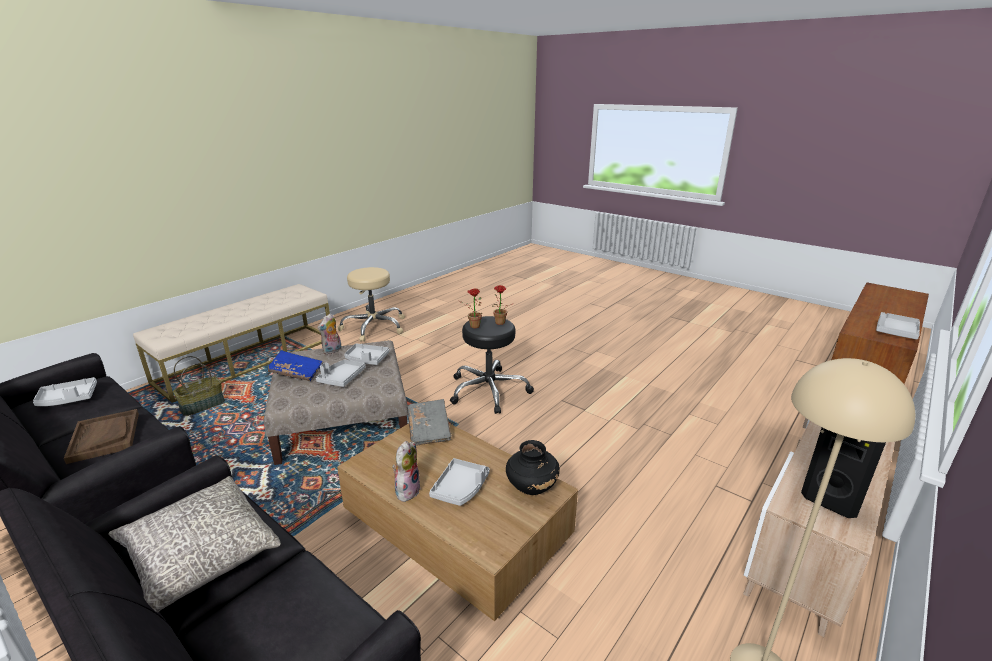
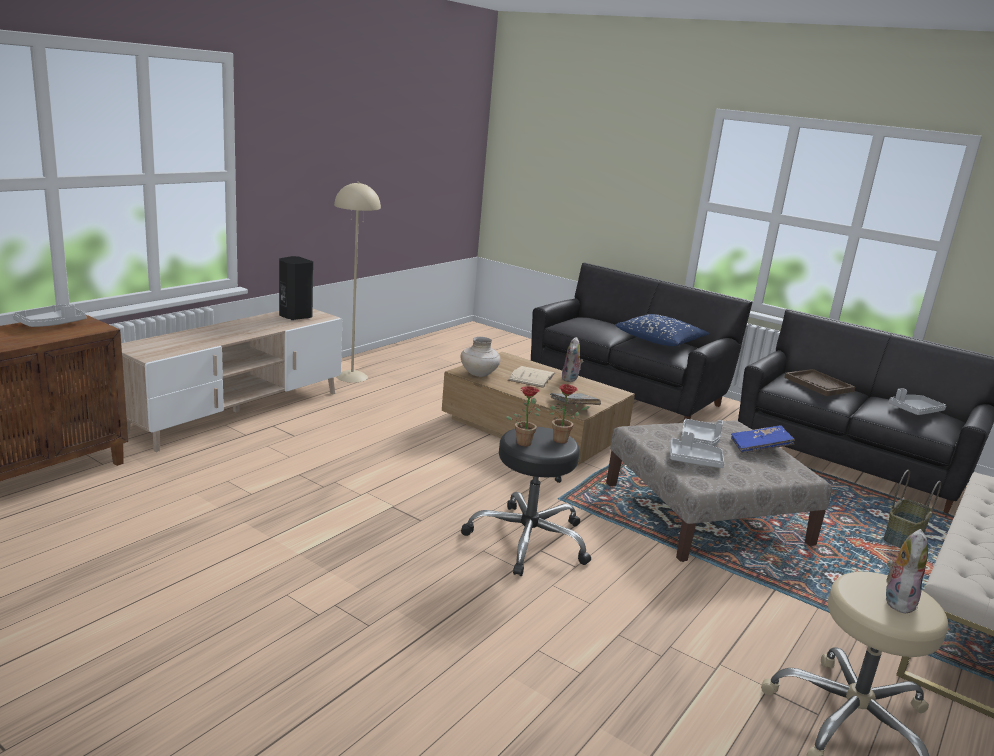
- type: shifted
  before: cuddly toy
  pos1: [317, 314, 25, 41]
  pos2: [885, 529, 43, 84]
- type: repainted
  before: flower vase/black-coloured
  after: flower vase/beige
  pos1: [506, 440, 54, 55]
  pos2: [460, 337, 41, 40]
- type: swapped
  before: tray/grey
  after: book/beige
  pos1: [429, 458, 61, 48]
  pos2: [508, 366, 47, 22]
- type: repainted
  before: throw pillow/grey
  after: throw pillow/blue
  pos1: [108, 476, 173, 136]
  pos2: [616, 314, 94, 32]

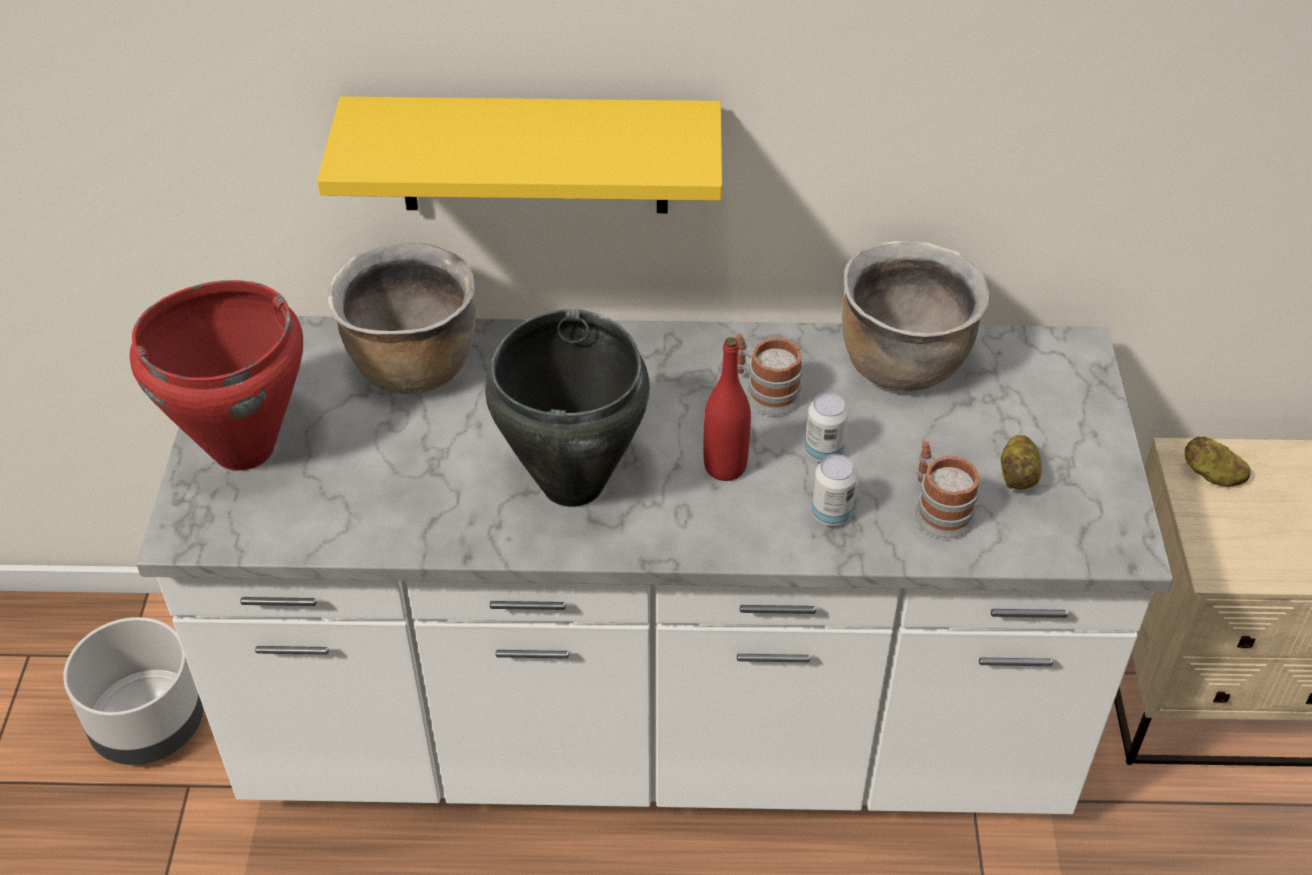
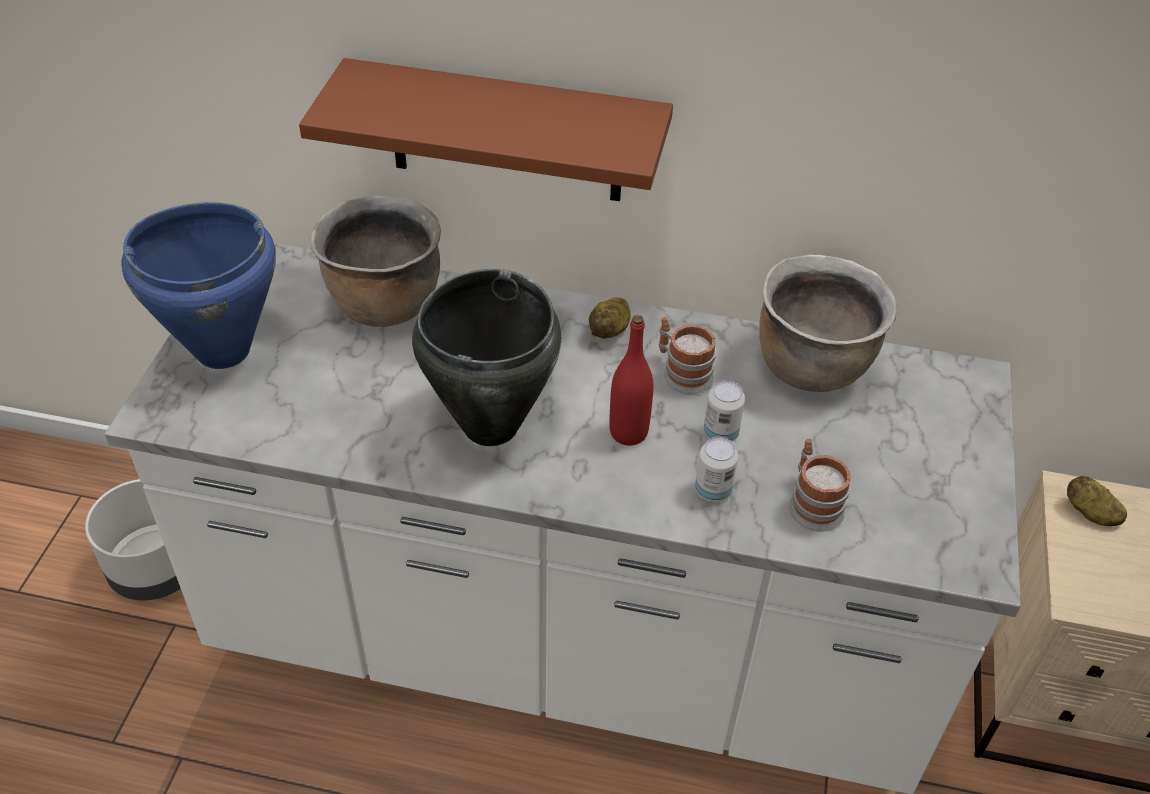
- type: repainted
  before: bracket shelf/yellowish
  after: bracket shelf/brown-coloured
  pos1: [317, 97, 405, 116]
  pos2: [299, 58, 374, 143]
- type: repainted
  before: stockpot/red
  after: stockpot/blue
  pos1: [130, 280, 173, 191]
  pos2: [121, 202, 155, 167]
- type: shifted
  before: whole potato
  pos1: [1001, 435, 41, 55]
  pos2: [589, 297, 41, 42]

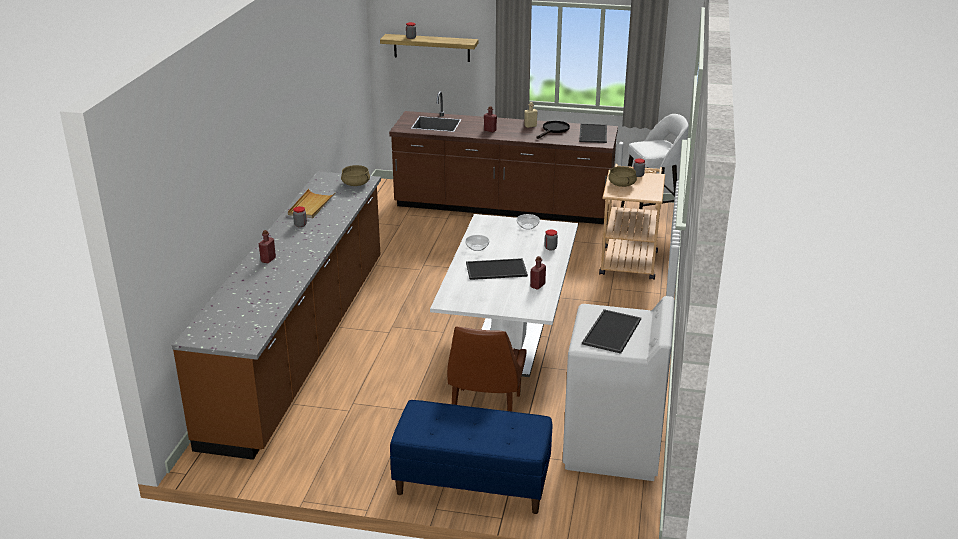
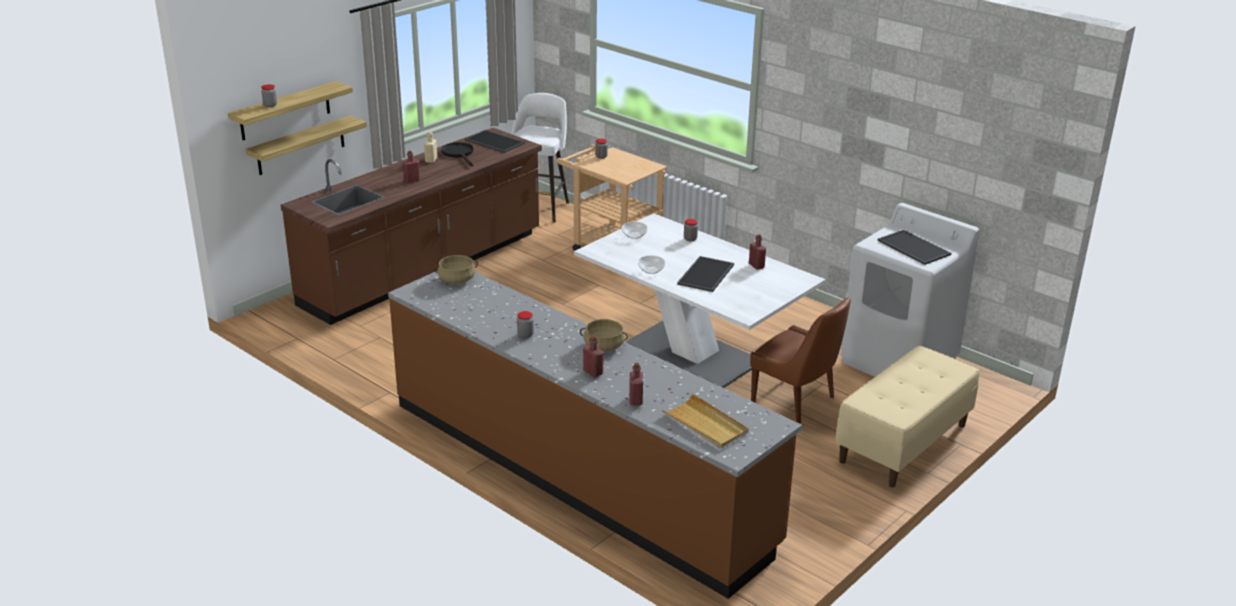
- type: shifted
  before: stockpot/beige
  pos1: [608, 166, 29, 21]
  pos2: [580, 319, 48, 32]
- type: shifted
  before: tray/beige
  pos1: [288, 189, 48, 29]
  pos2: [662, 393, 87, 56]
- type: repainted
  before: indoor bench/blue
  after: indoor bench/beige
  pos1: [390, 400, 162, 114]
  pos2: [835, 345, 144, 142]
- type: new
  after: bracket shelf
  pos2: [245, 115, 122, 60]
- type: new
  after: bottle/red
  pos2: [629, 363, 14, 43]

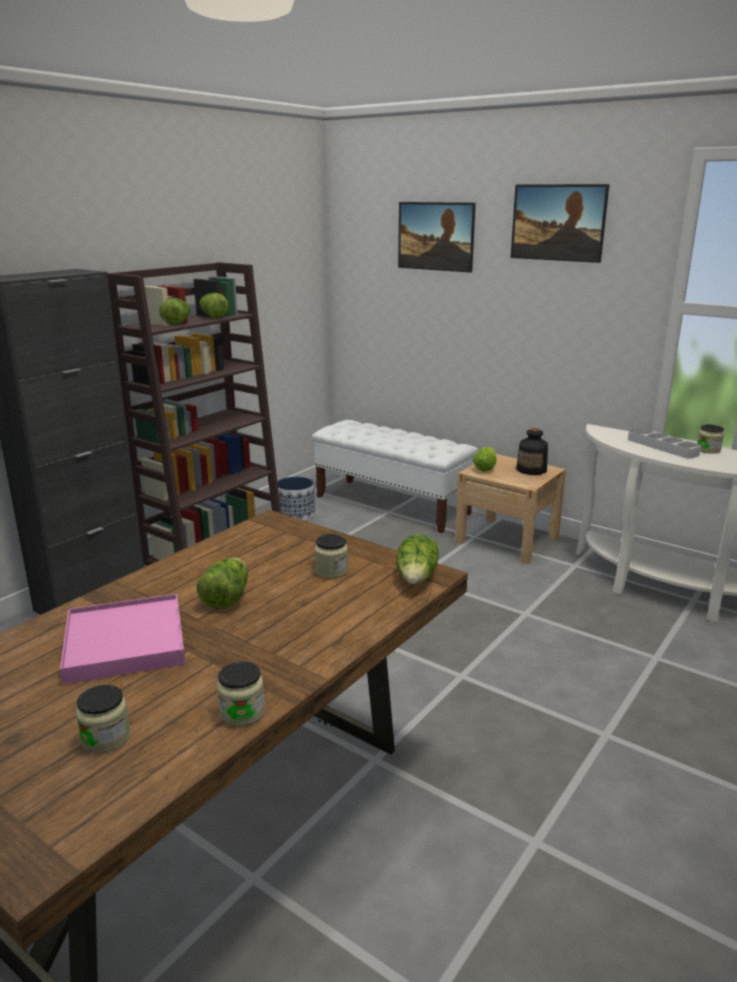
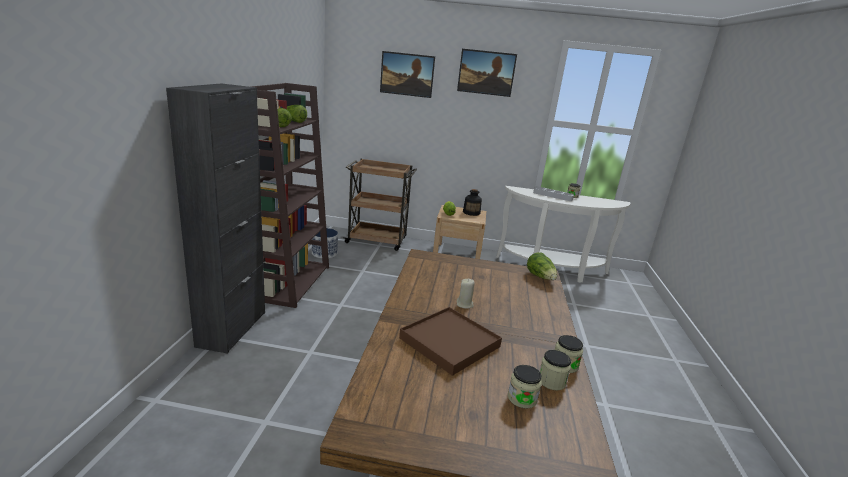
- type: swapped
  before: indoor bench/whitish
  after: wheeled cart/brown-coloured
  pos1: [312, 420, 166, 113]
  pos2: [343, 159, 74, 92]
- type: shifted
  before: jar
  pos1: [315, 534, 33, 44]
  pos2: [540, 350, 31, 40]
- type: swapped
  before: head of lettuce
  after: candle/beige
  pos1: [196, 558, 52, 51]
  pos2: [457, 279, 18, 30]
- type: repainted
  before: tray/pink-coloured
  after: tray/brown-coloured
  pos1: [60, 594, 125, 90]
  pos2: [399, 307, 103, 69]

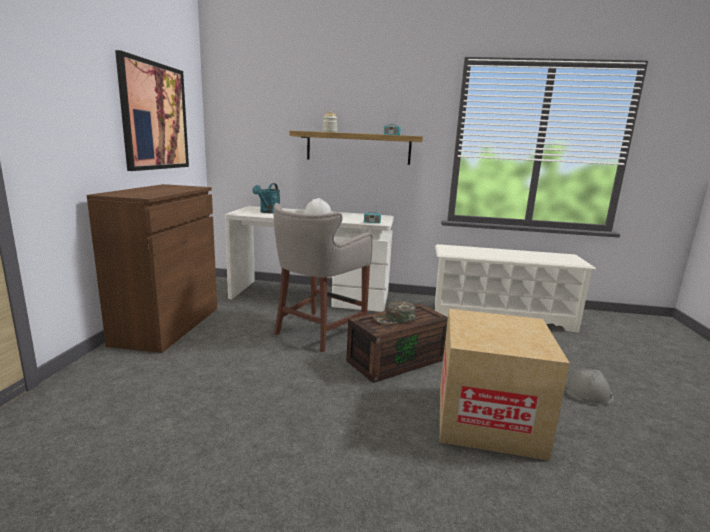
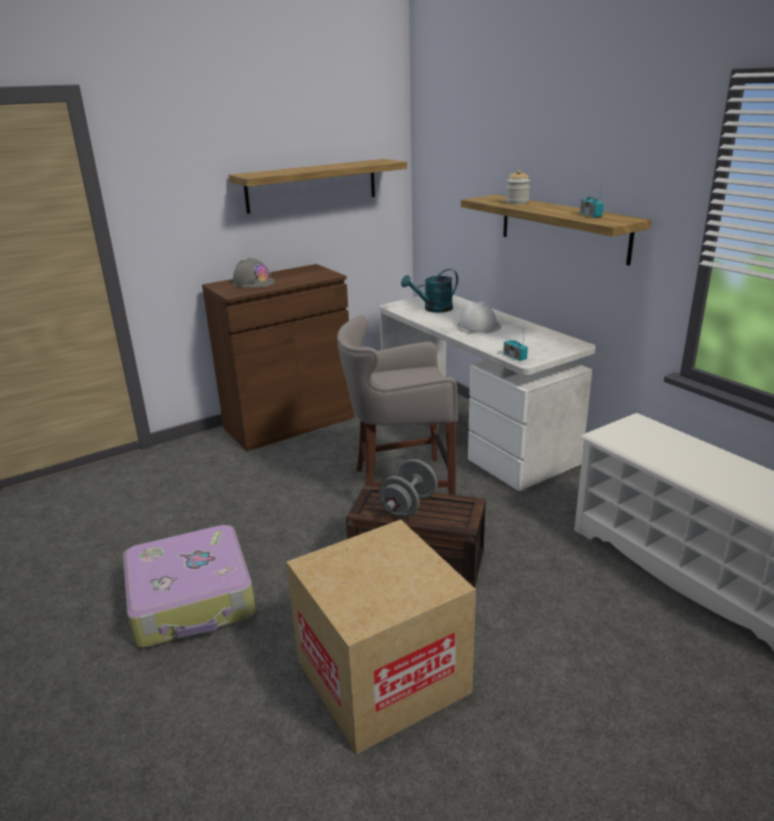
- type: swapped
  before: wall art
  after: bracket shelf
  pos1: [115, 50, 74, 121]
  pos2: [228, 159, 179, 55]
- type: swapped
  before: cap/green
  after: dumbbell/grey
  pos1: [373, 301, 43, 23]
  pos2: [379, 459, 59, 58]
- type: shifted
  before: work helmet/grey
  pos1: [565, 370, 49, 35]
  pos2: [232, 257, 43, 31]
- type: new
  after: travel case
  pos2: [123, 525, 133, 123]

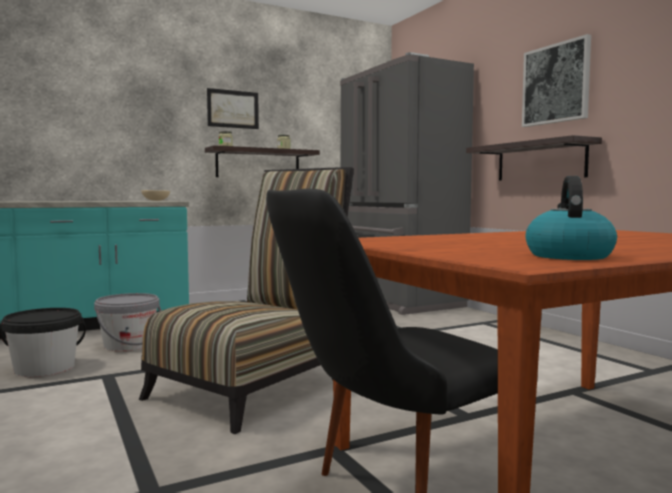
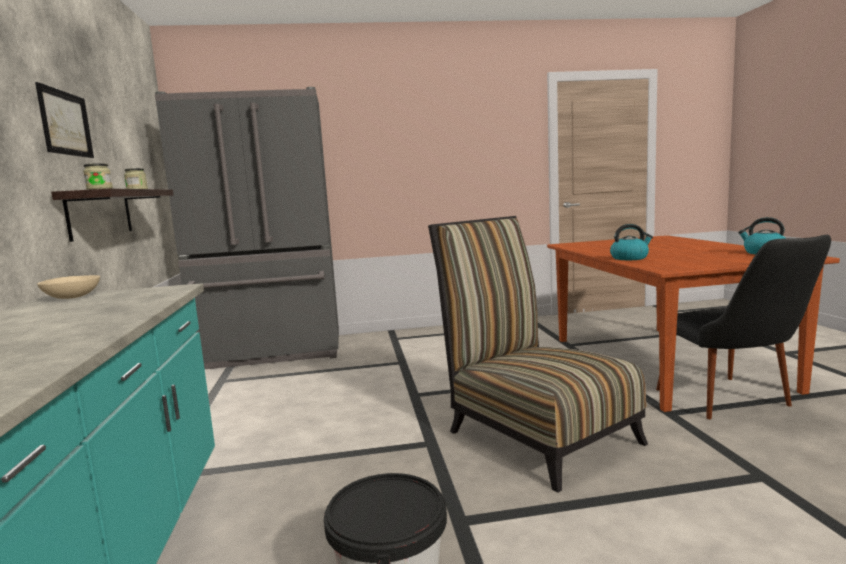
- type: gone
  before: wall art
  pos1: [522, 34, 69, 93]
- type: gone
  before: bracket shelf
  pos1: [466, 135, 136, 46]
- type: gone
  before: water bucket/grey
  pos1: [94, 293, 68, 58]
- type: new
  after: tea kettle
  pos2: [610, 224, 43, 36]

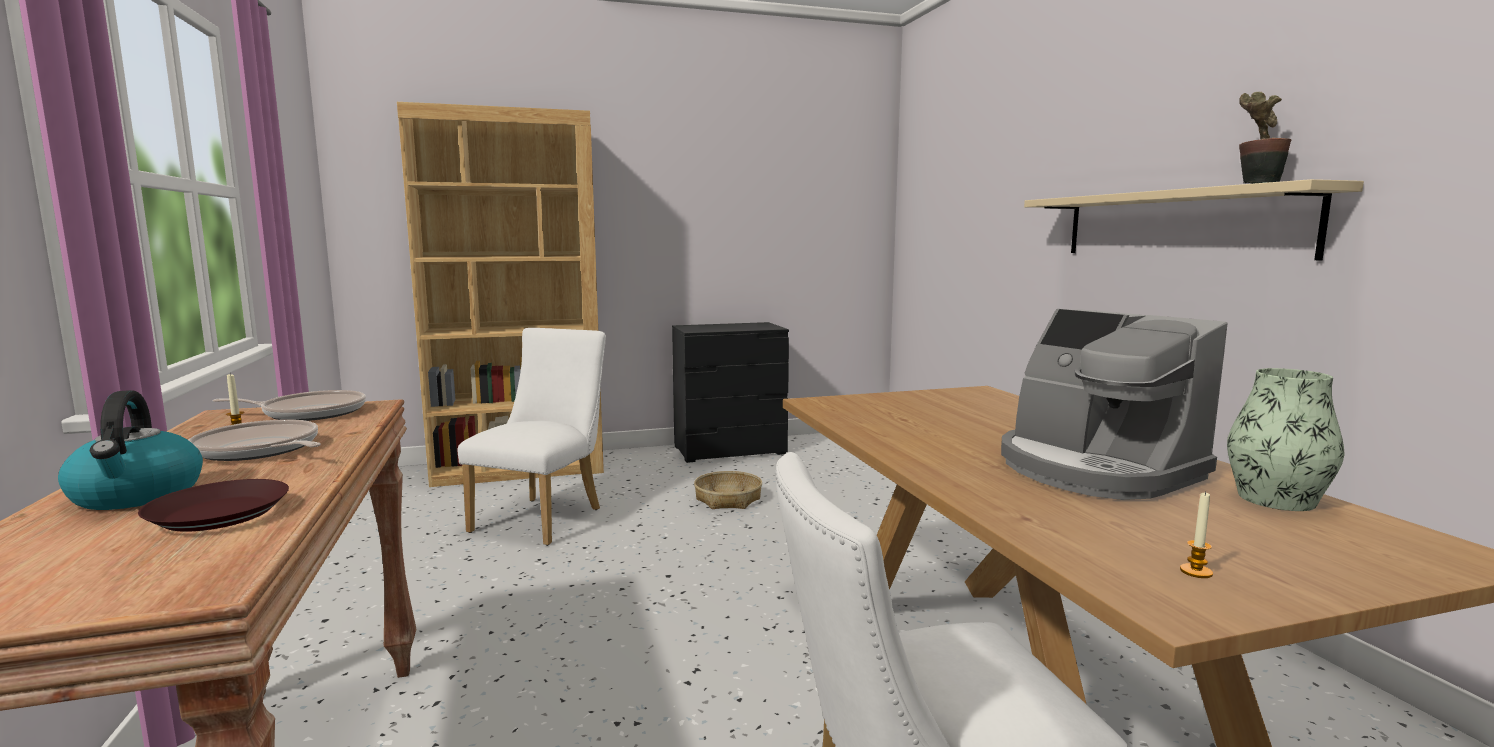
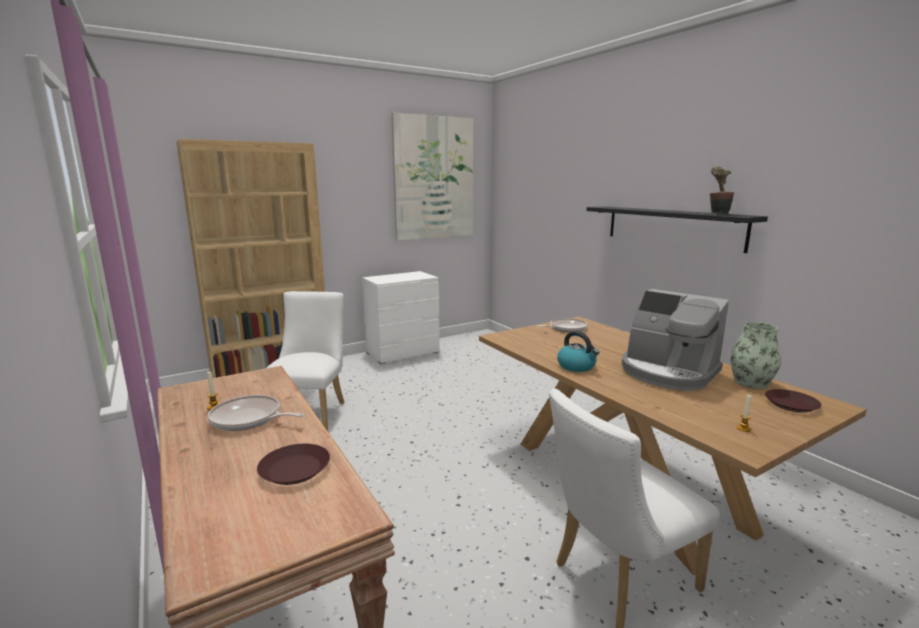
- type: repainted
  before: bracket shelf/beige
  after: bracket shelf/black-coloured
  pos1: [1024, 179, 340, 81]
  pos2: [587, 206, 181, 47]
- type: repainted
  before: drawer chest/black-coloured
  after: drawer chest/whitish
  pos1: [672, 322, 117, 141]
  pos2: [362, 271, 78, 93]
- type: shifted
  before: tea kettle
  pos1: [58, 390, 145, 120]
  pos2: [557, 331, 43, 41]
- type: shifted
  before: skillet
  pos1: [213, 390, 153, 31]
  pos2: [537, 318, 50, 14]
- type: gone
  before: storage basket
  pos1: [694, 471, 68, 38]
- type: new
  after: wall art
  pos2: [391, 113, 83, 128]
- type: new
  after: dinner plate/brown-coloured
  pos2: [765, 389, 57, 24]

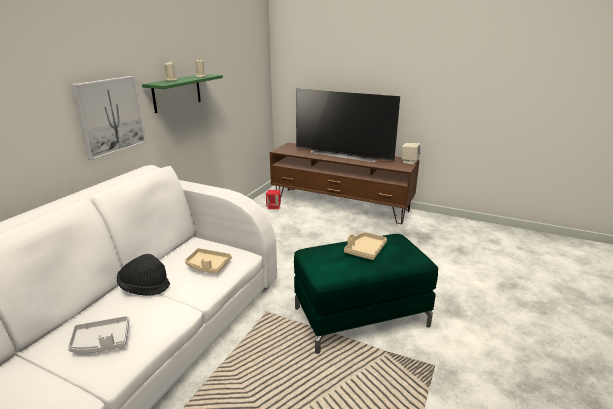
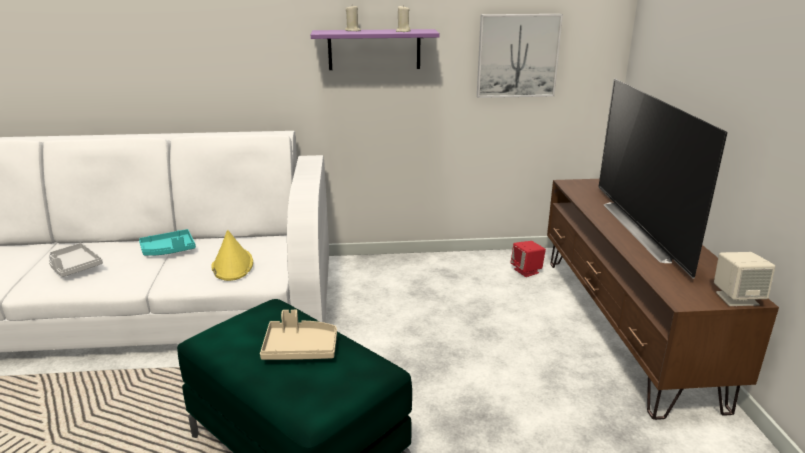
- type: repainted
  before: bracket shelf/green
  after: bracket shelf/purplish
  pos1: [142, 74, 81, 39]
  pos2: [311, 29, 129, 41]
- type: shifted
  before: wall art
  pos1: [71, 76, 75, 84]
  pos2: [477, 14, 86, 84]
- type: swapped
  before: tray/beige
  after: wearable hat/yellowish
  pos1: [185, 248, 47, 26]
  pos2: [211, 230, 42, 51]
- type: swapped
  before: wearable hat/black-coloured
  after: tray/turquoise
  pos1: [117, 254, 53, 42]
  pos2: [139, 229, 57, 27]

